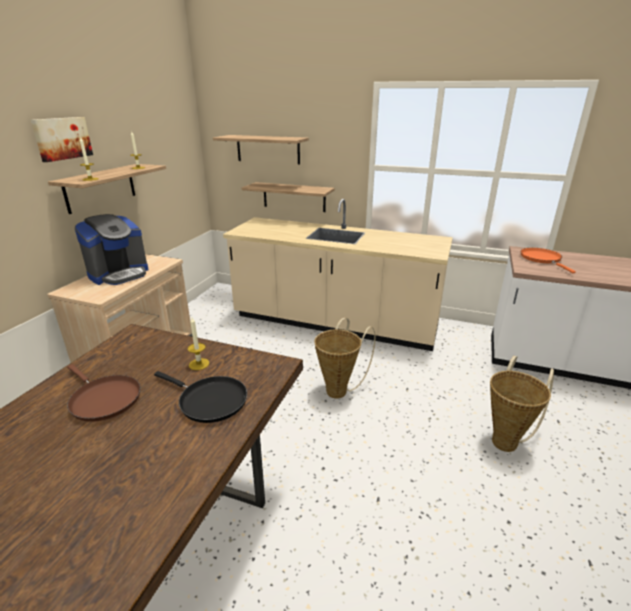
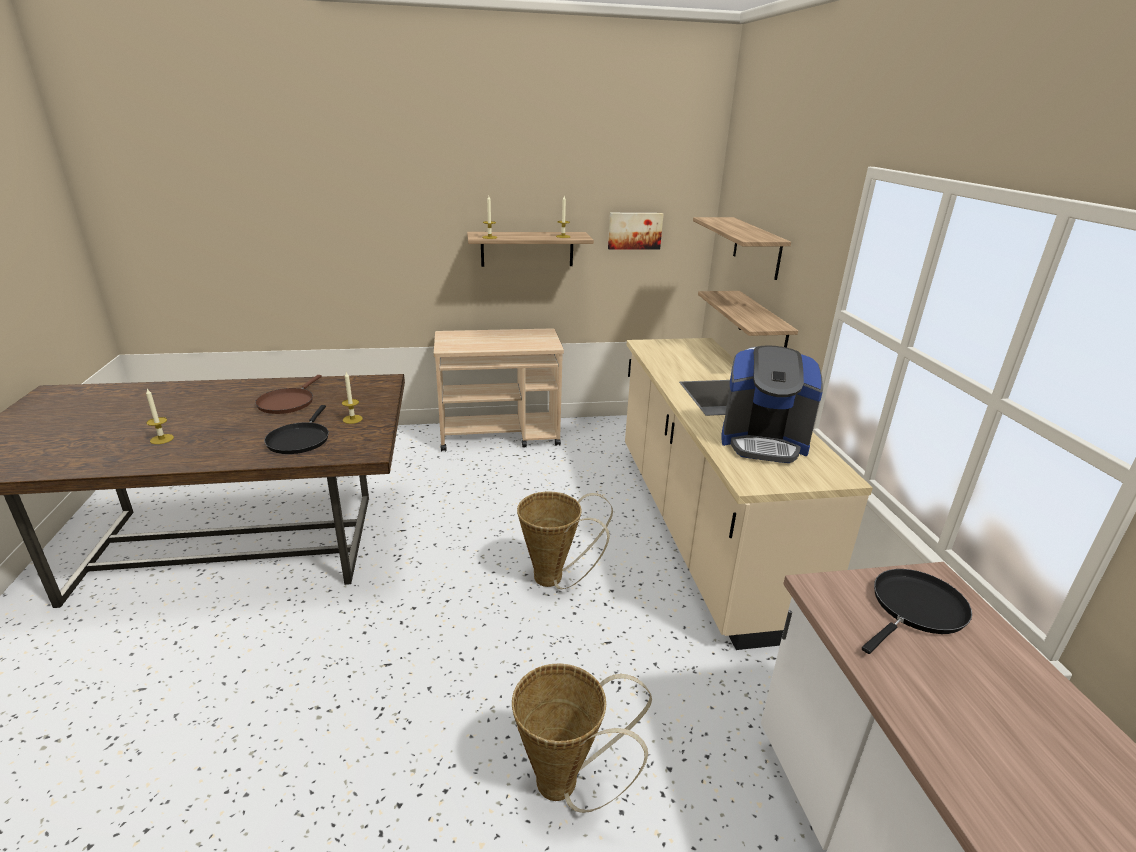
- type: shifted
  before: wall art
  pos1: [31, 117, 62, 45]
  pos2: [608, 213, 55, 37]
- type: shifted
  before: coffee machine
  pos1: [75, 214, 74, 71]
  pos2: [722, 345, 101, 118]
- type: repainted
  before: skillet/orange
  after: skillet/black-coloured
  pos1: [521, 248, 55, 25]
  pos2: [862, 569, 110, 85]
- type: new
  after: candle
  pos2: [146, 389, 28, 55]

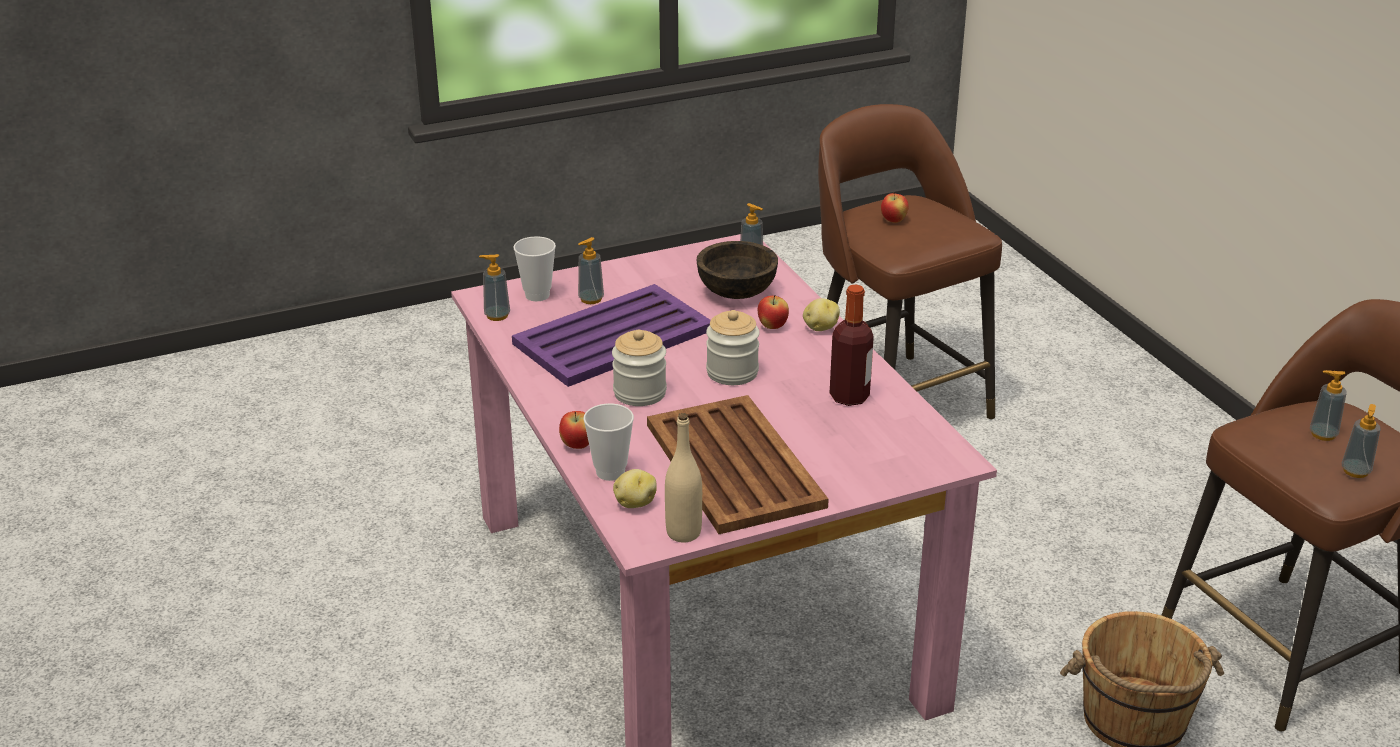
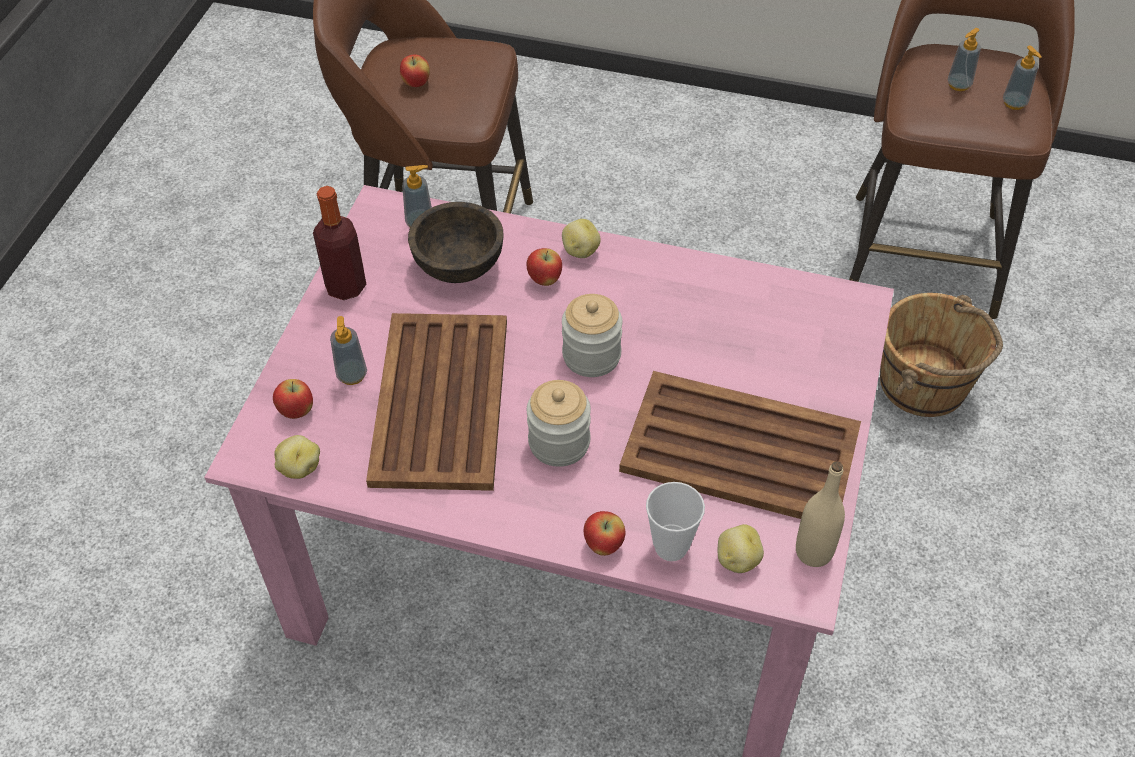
- type: swapped
  before: drinking cup
  after: apple fruit
  pos1: [513, 236, 43, 65]
  pos2: [273, 379, 40, 40]
- type: swapped
  before: soap bottle
  after: whole potato
  pos1: [479, 254, 31, 67]
  pos2: [274, 435, 46, 44]
- type: repainted
  before: tray/purplish
  after: tray/brown-coloured
  pos1: [512, 284, 199, 103]
  pos2: [366, 313, 141, 178]
- type: shifted
  before: bottle
  pos1: [830, 284, 44, 122]
  pos2: [313, 186, 53, 114]

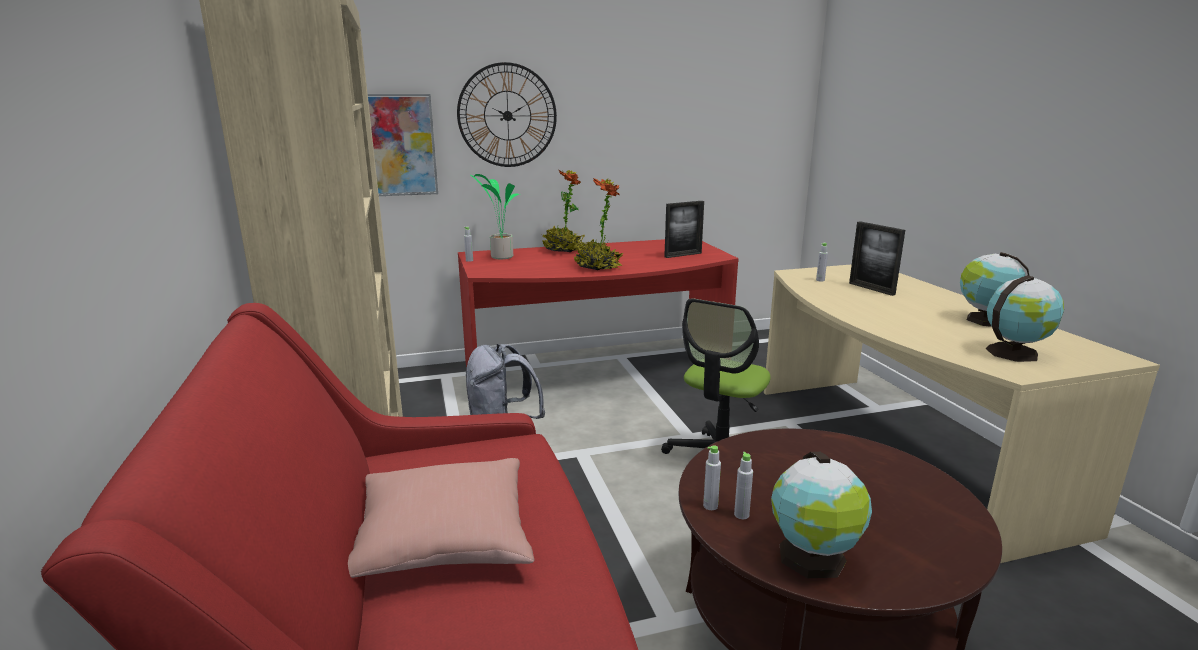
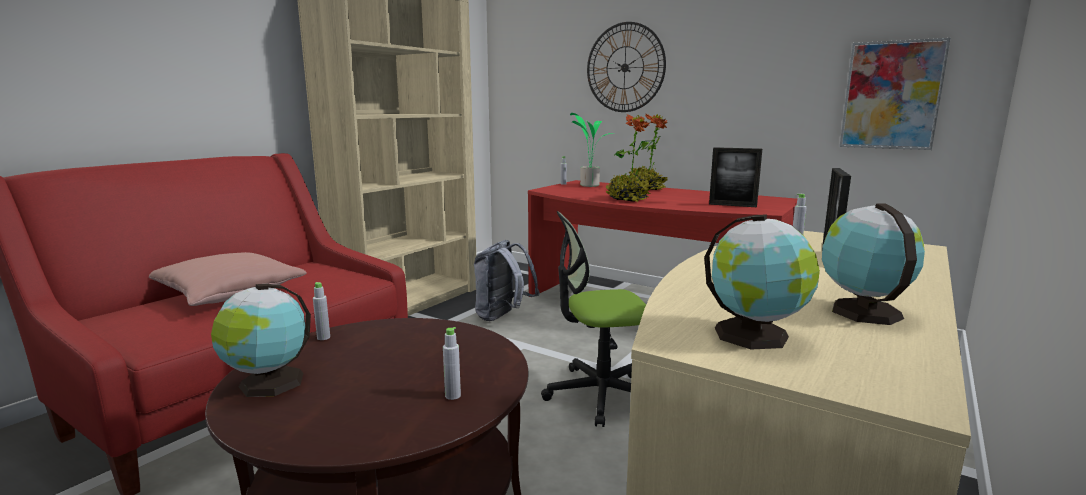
- type: shifted
  before: wall art
  pos1: [368, 94, 70, 102]
  pos2: [840, 38, 111, 112]
- type: shifted
  before: bottle/grey
  pos1: [734, 452, 19, 67]
  pos2: [443, 327, 18, 73]

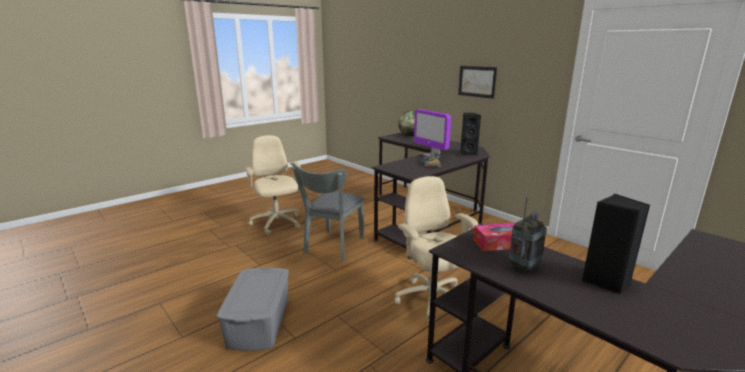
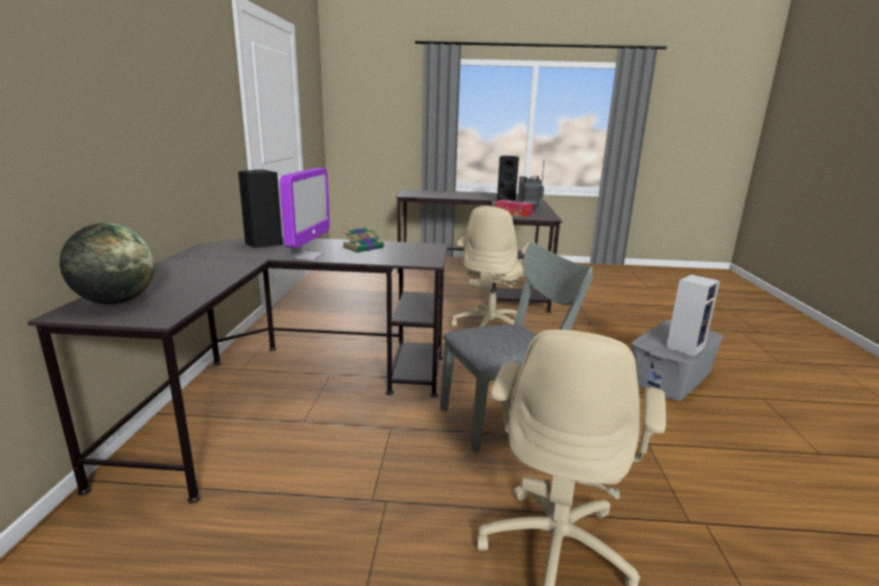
- type: gone
  before: wall art
  pos1: [458, 66, 39, 33]
- type: new
  after: loudspeaker
  pos2: [666, 274, 54, 83]

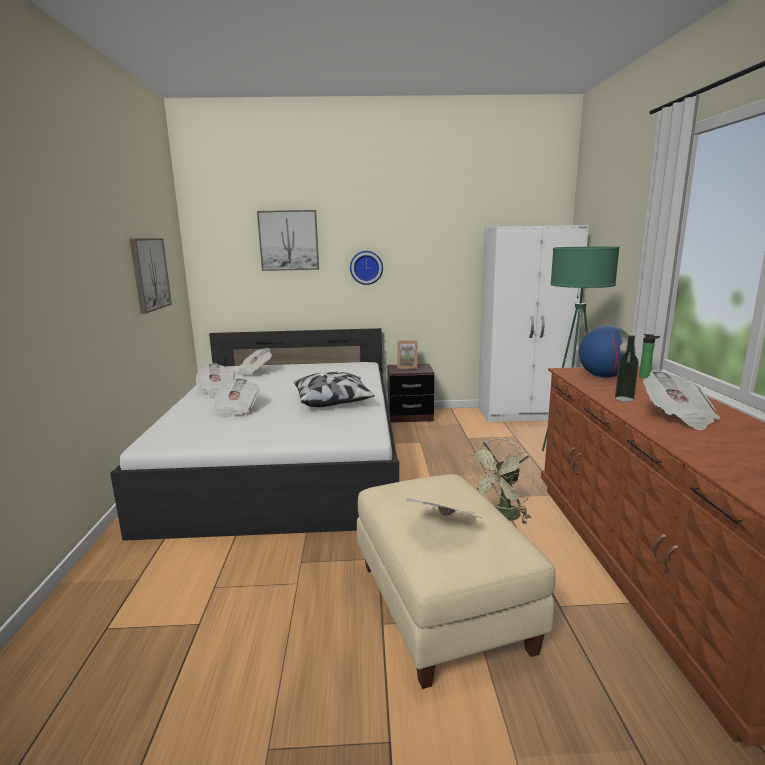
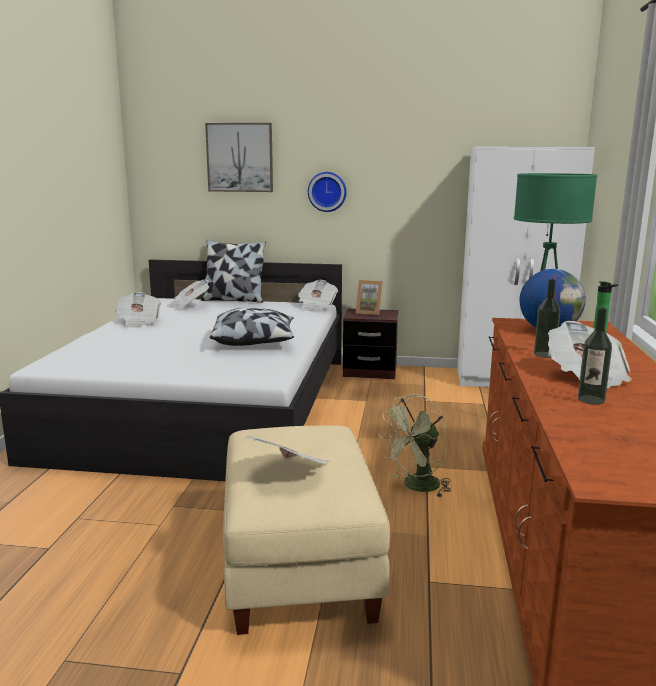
- type: gone
  before: wall art
  pos1: [130, 238, 42, 76]
- type: shifted
  before: printed paper
  pos1: [213, 378, 46, 40]
  pos2: [298, 280, 40, 31]
- type: new
  after: throw pillow
  pos2: [201, 240, 65, 63]
- type: new
  after: bottle
  pos2: [578, 307, 34, 98]

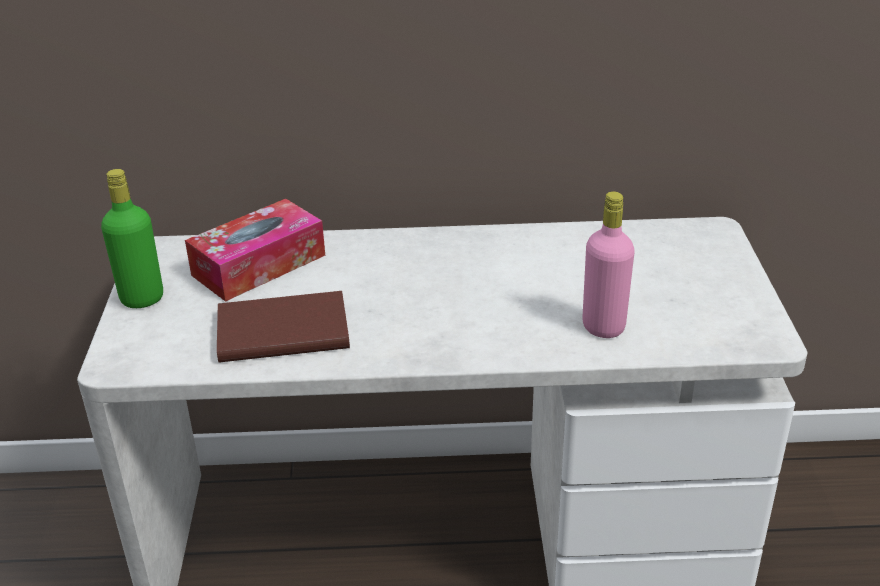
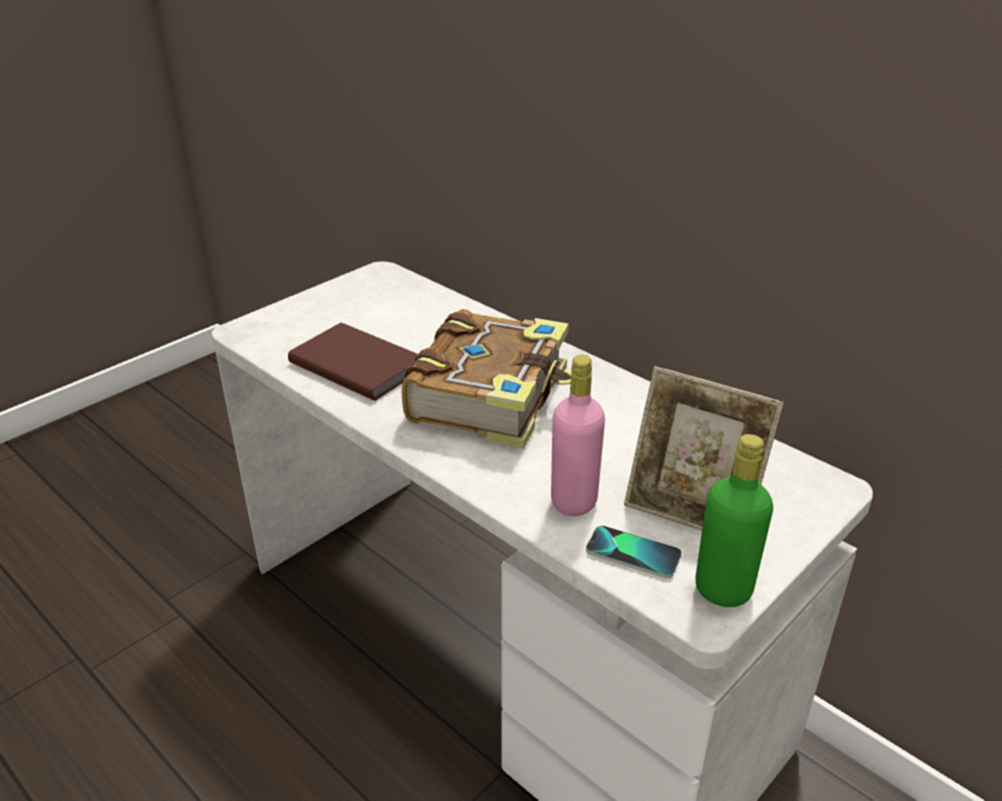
- type: shifted
  before: bottle/green
  pos1: [101, 169, 62, 139]
  pos2: [695, 434, 78, 173]
- type: gone
  before: tissue holder
  pos1: [185, 199, 140, 103]
- type: new
  after: book
  pos2: [402, 309, 169, 140]
- type: new
  after: photo frame
  pos2: [624, 366, 160, 165]
- type: new
  after: phone
  pos2: [586, 526, 96, 52]

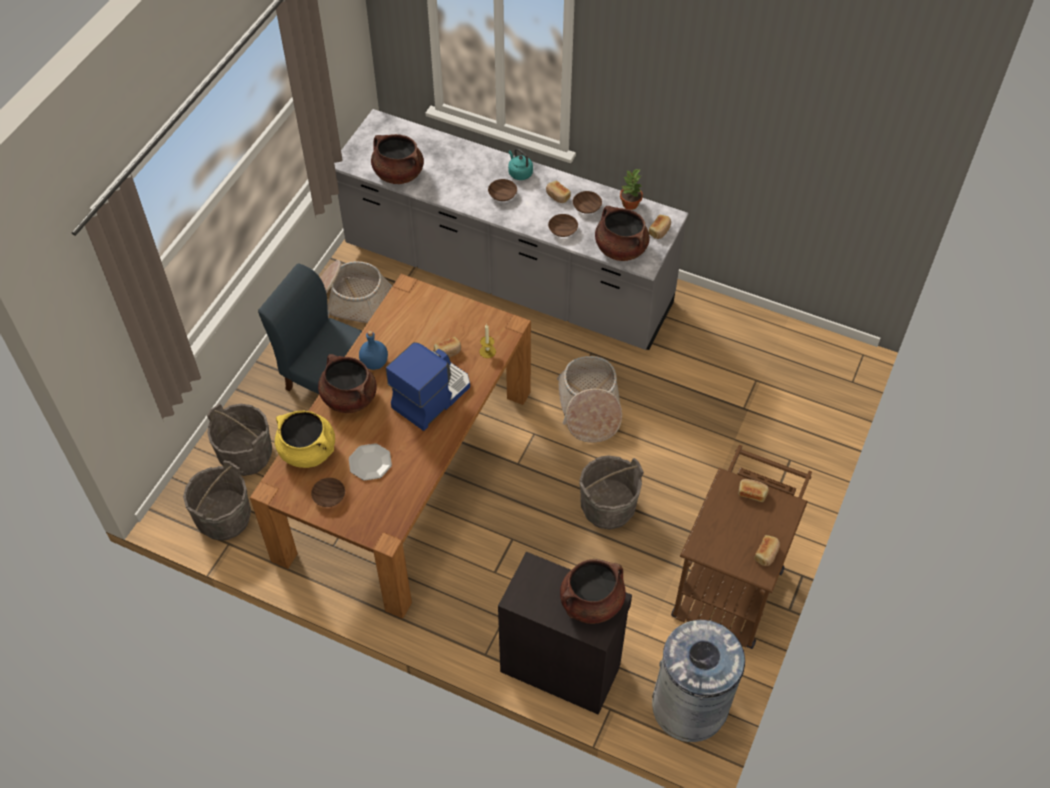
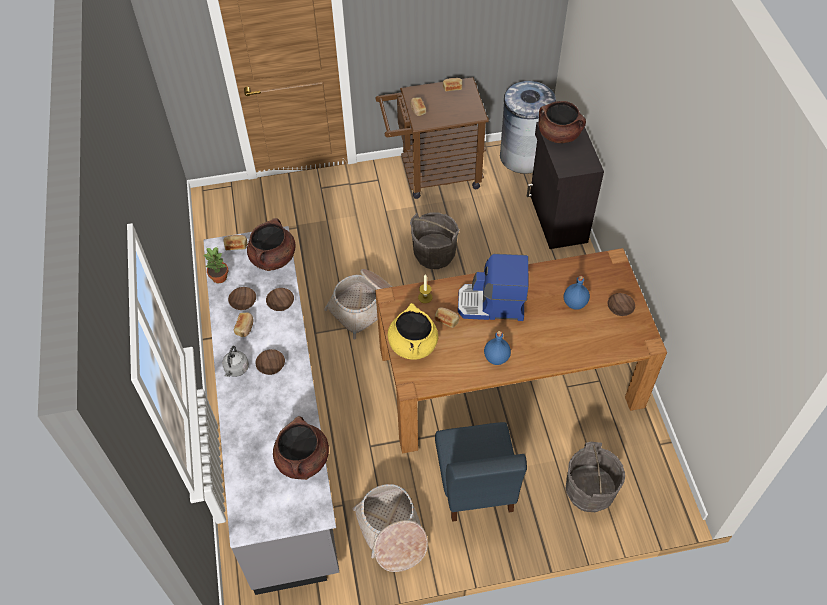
- type: repainted
  before: tea kettle/turquoise
  after: tea kettle/grey
  pos1: [508, 149, 25, 31]
  pos2: [222, 346, 27, 31]
- type: gone
  before: stockpot/brown-coloured
  pos1: [318, 354, 58, 59]
- type: shifted
  before: stockpot/yellowish
  pos1: [275, 411, 60, 57]
  pos2: [388, 303, 50, 57]
- type: swapped
  before: dinner plate
  after: bottle/blue
  pos1: [349, 443, 43, 38]
  pos2: [564, 275, 26, 35]
- type: gone
  before: water bucket/grey
  pos1: [183, 461, 68, 80]

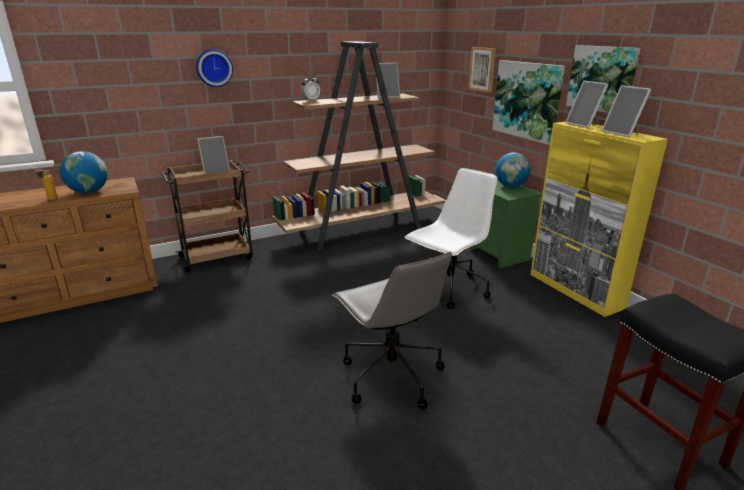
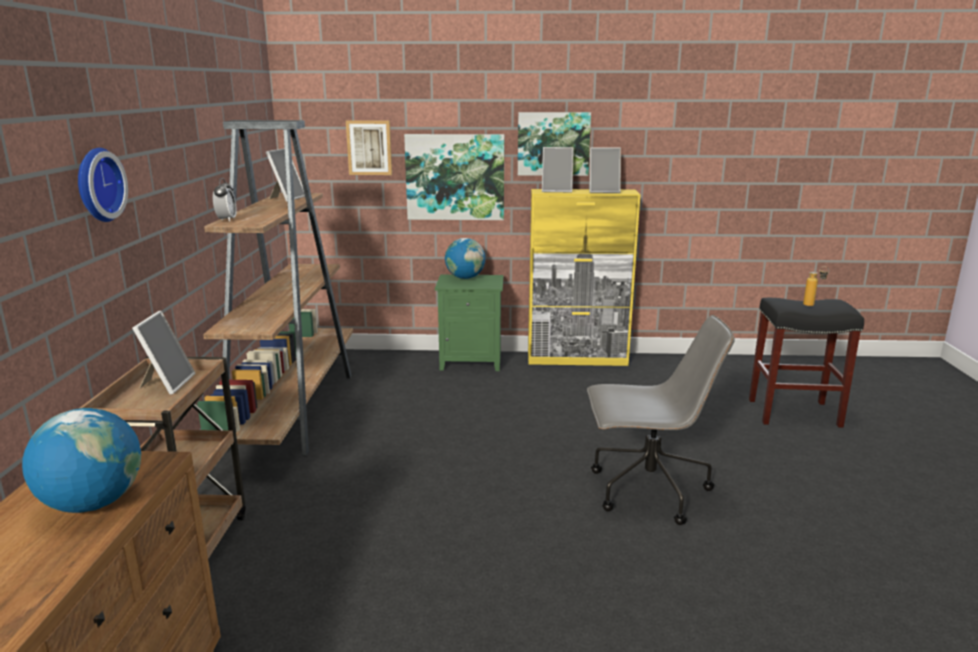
- type: shifted
  before: bottle
  pos1: [35, 166, 23, 34]
  pos2: [803, 266, 26, 40]
- type: gone
  before: computer chair/whitish
  pos1: [404, 168, 94, 141]

